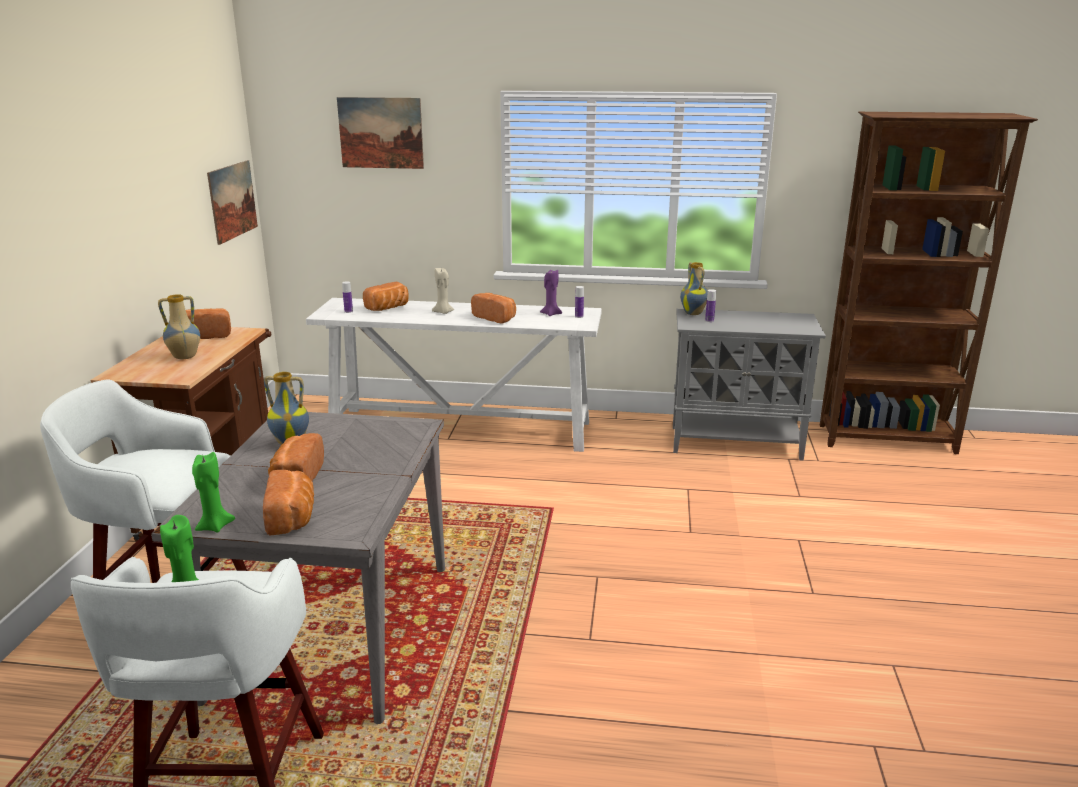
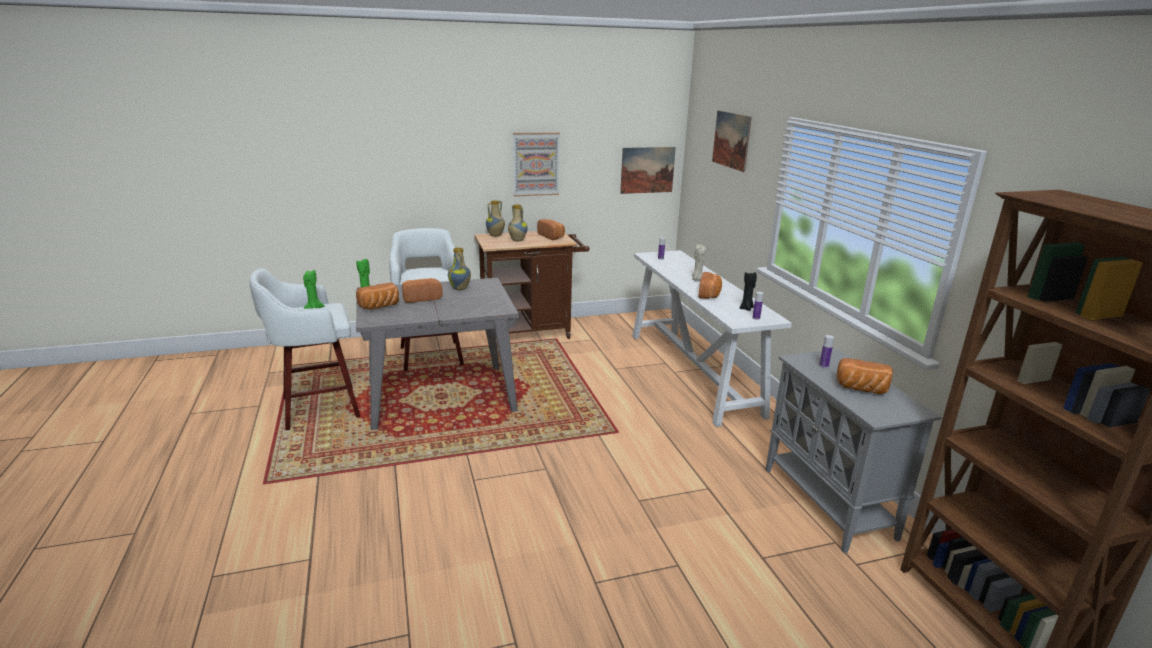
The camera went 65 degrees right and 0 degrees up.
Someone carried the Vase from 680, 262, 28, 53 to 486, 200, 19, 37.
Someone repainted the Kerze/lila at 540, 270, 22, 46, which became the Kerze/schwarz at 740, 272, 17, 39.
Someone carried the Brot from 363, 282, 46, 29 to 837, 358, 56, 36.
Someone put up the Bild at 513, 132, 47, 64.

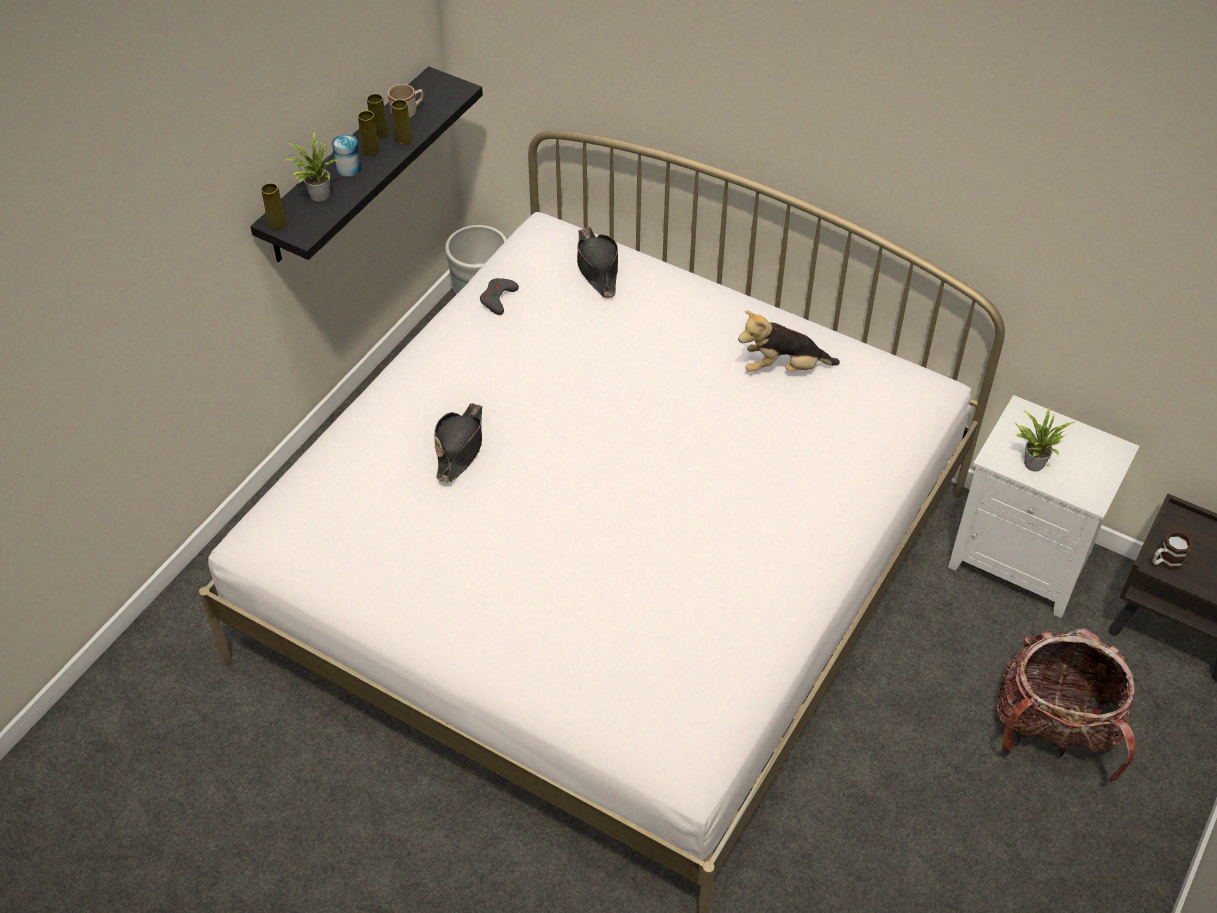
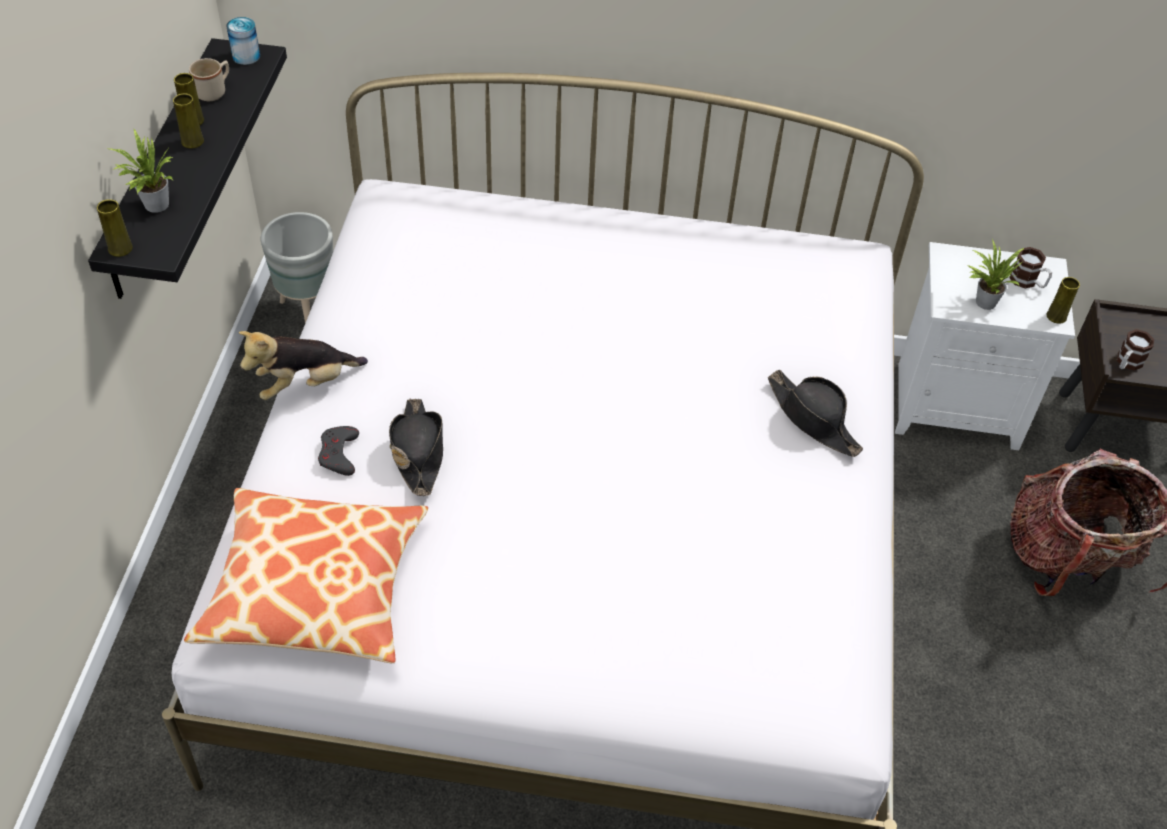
The camera went 25 degrees left and 0 degrees up.
Someone carried the Vase/gelb from 391, 99, 22, 46 to 1047, 277, 33, 47.
Someone carried the Dose from 332, 134, 29, 43 to 226, 17, 34, 48.
Someone carried the Hut/schwarz from 577, 227, 41, 71 to 768, 370, 95, 87.
Someone carried the Gamepad/grau from 480, 278, 39, 37 to 318, 426, 41, 50.
Someone carried the Plüschtier from 738, 311, 102, 61 to 239, 331, 129, 69.
Someone put down the Henkelbecher at 1009, 247, 43, 42.
Someone put down the Kissen at 184, 488, 244, 175.

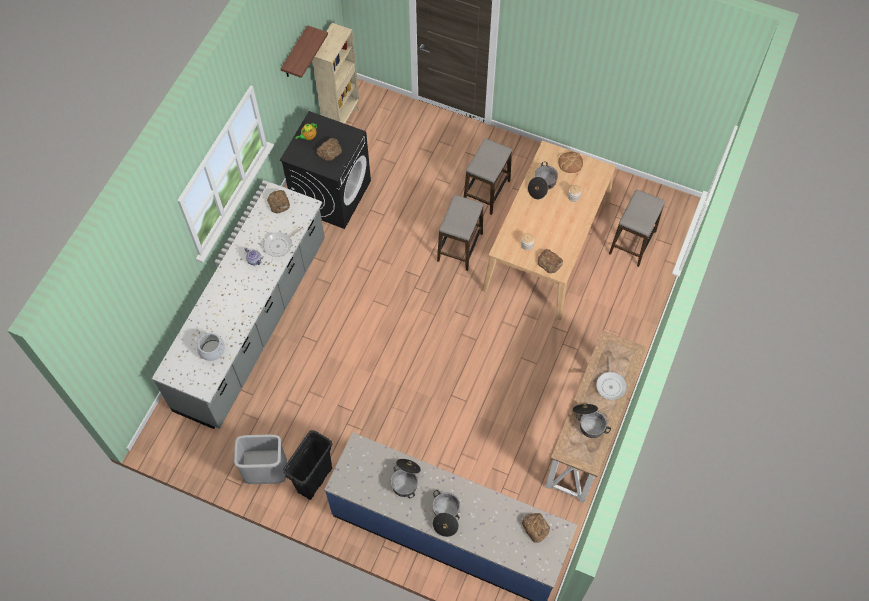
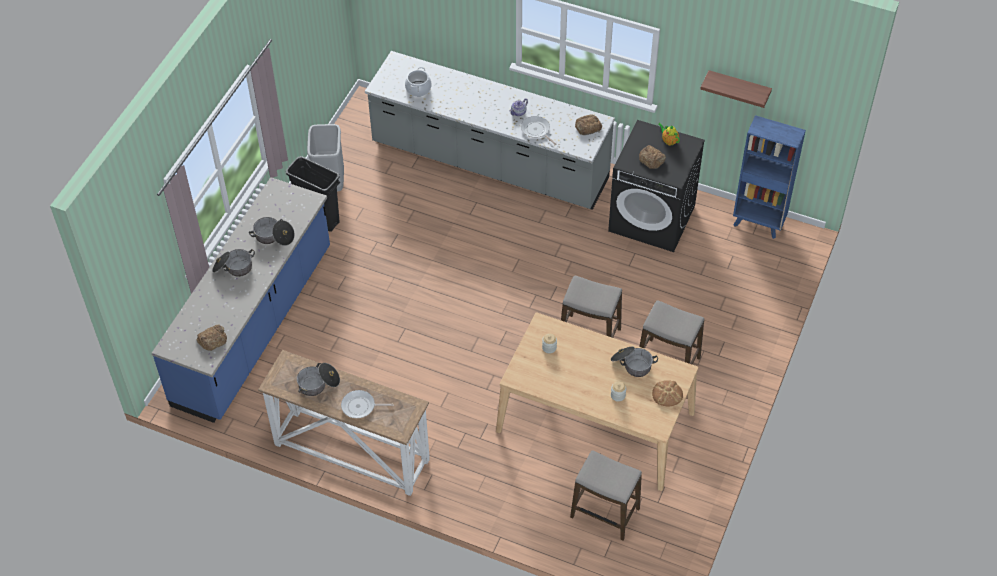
The camera went 90 degrees right and 10 degrees down.
Someone repainted the Bücherregal/beige at 312, 23, 47, 101, which became the Bücherregal/blau at 733, 115, 73, 124.
Someone took away the Brot at 538, 249, 25, 24.

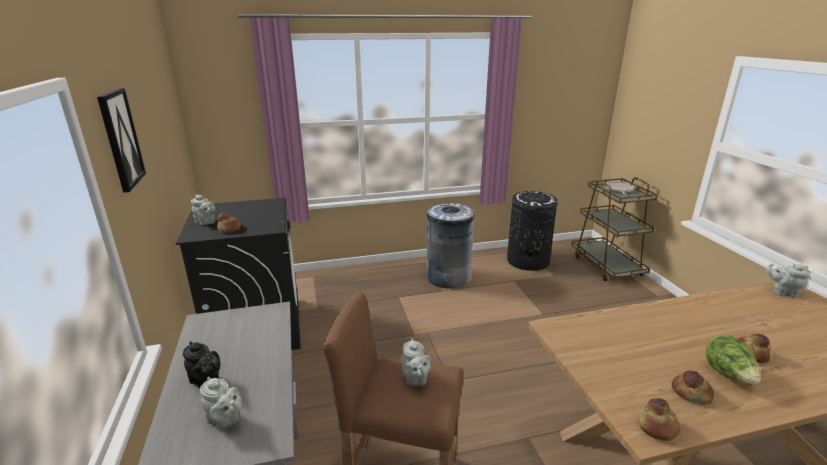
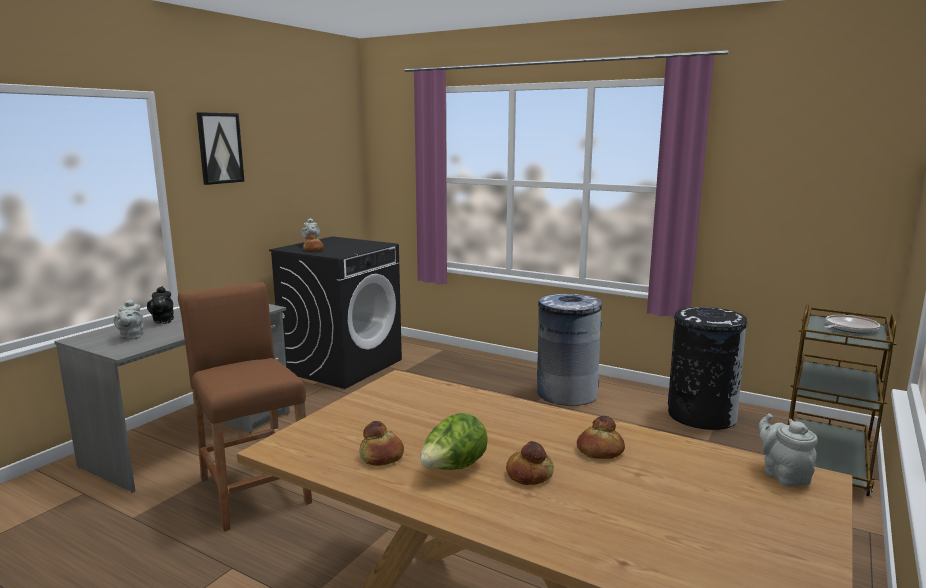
The camera went 45 degrees right and 10 degrees down.
Someone took away the Teekanne/grau at 402, 338, 30, 48.
Someone carried the Brot from 638, 398, 42, 43 to 577, 416, 48, 43.

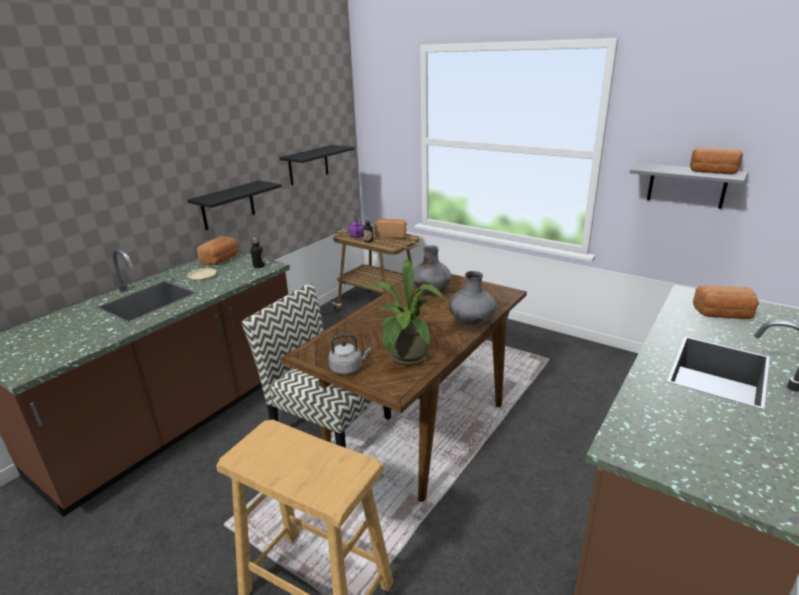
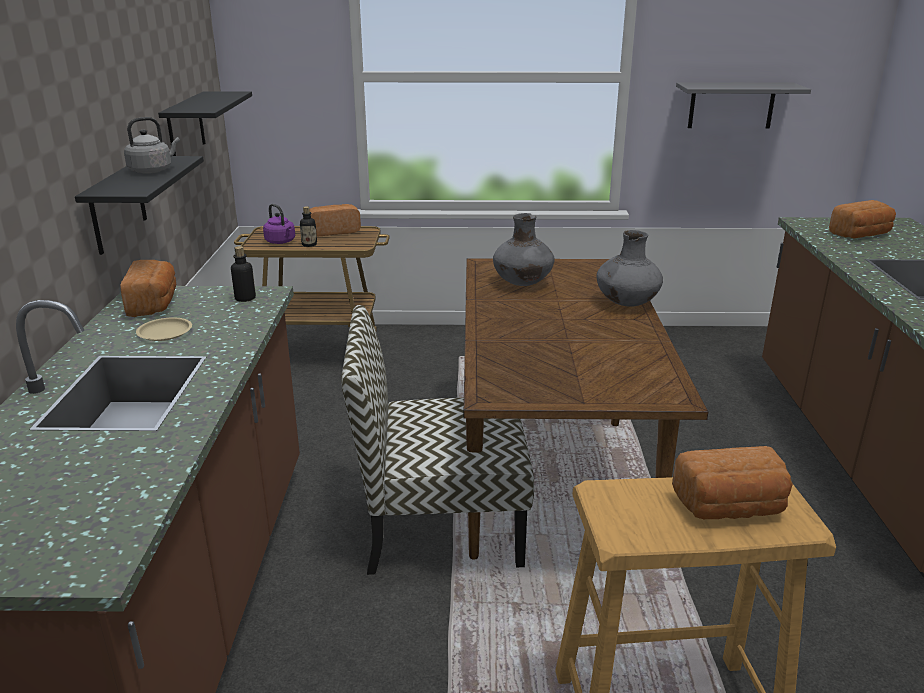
The camera went 35 degrees left and 0 degrees up.
Someone carried the Brot from 690, 148, 53, 26 to 672, 446, 121, 73.
Someone took away the Topfpflanze at 366, 258, 79, 108.
Someone carried the Wasserkessel/grau from 328, 334, 43, 41 to 124, 117, 56, 57.

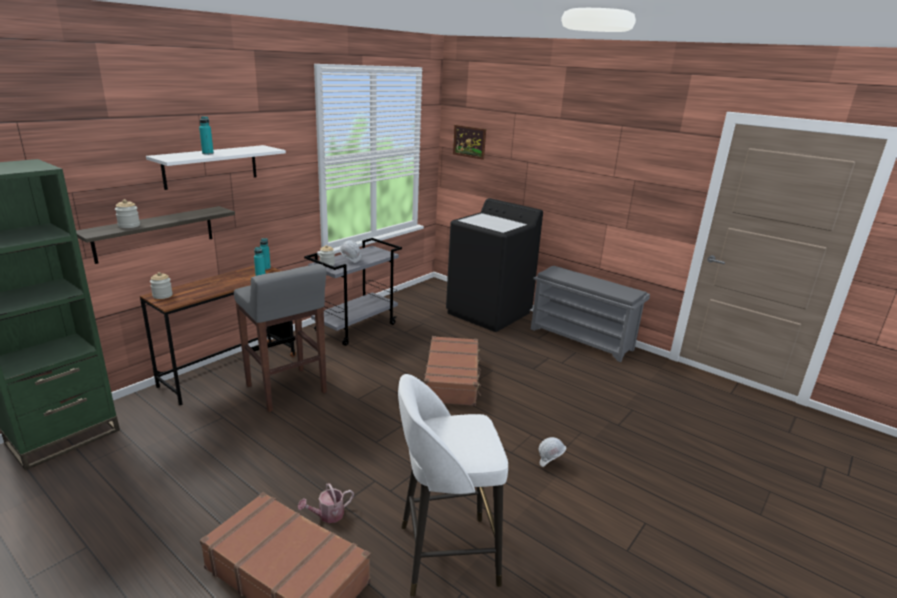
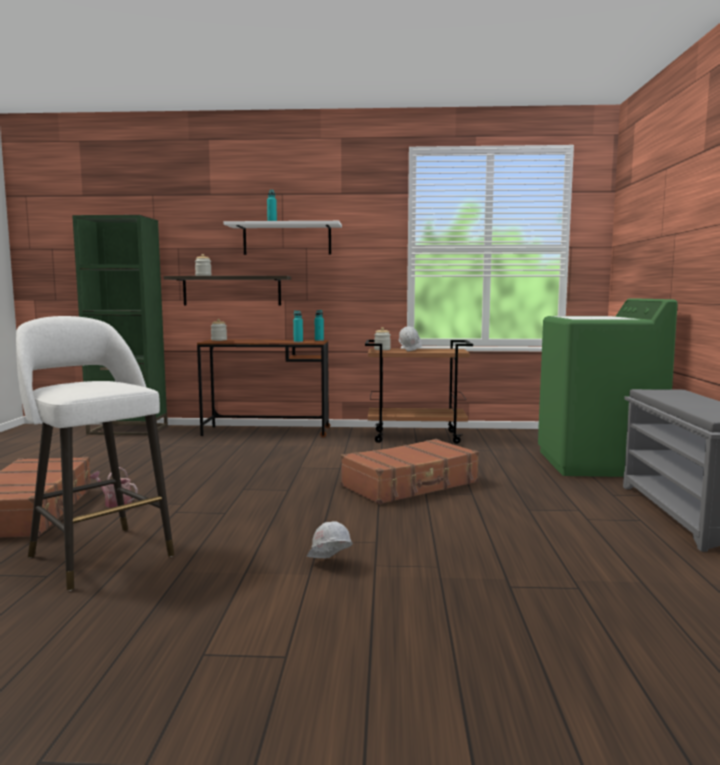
The camera went 55 degrees right and 15 degrees down.
Someone took away the Bild at 453, 125, 33, 35.
Someone repainted the Waschmaschine/schwarz at 446, 198, 97, 134, which became the Waschmaschine/grün at 538, 298, 140, 179.
Someone repainted the Rollwagen/grau at 304, 238, 98, 108, which became the Rollwagen/braun at 365, 340, 108, 104.
Someone took away the Hocker/grau at 234, 264, 93, 148.

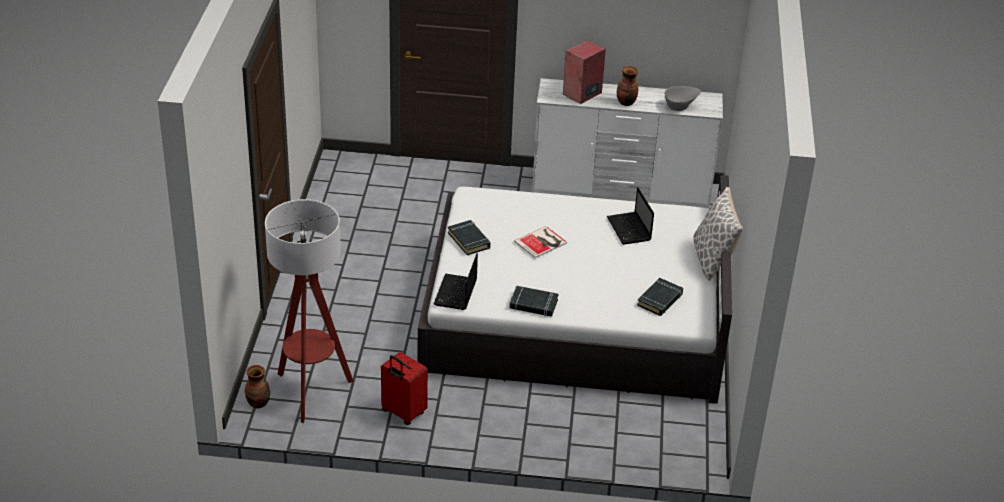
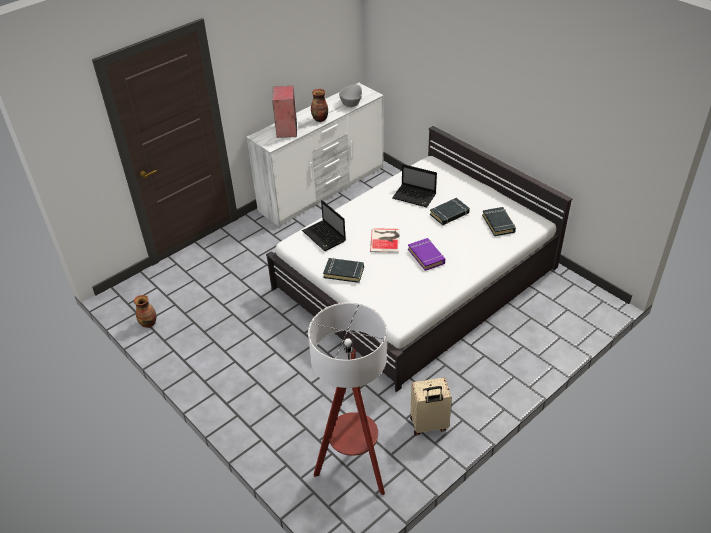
The camera went 45 degrees left and 5 degrees up.
Someone took away the Kissen at 693, 187, 50, 94.
Someone carried the Laptop from 434, 253, 44, 57 to 302, 200, 44, 51.
Someone carried the Buch/schwarz from 509, 286, 49, 31 to 430, 198, 40, 27.
Someone repainted the Koffer/rot at 381, 352, 47, 73, which became the Koffer/beige at 410, 378, 42, 58.
Someone carried the Vase from 245, 365, 25, 43 to 134, 295, 22, 33.
Someone put down the Buch/lila at 408, 238, 37, 33.

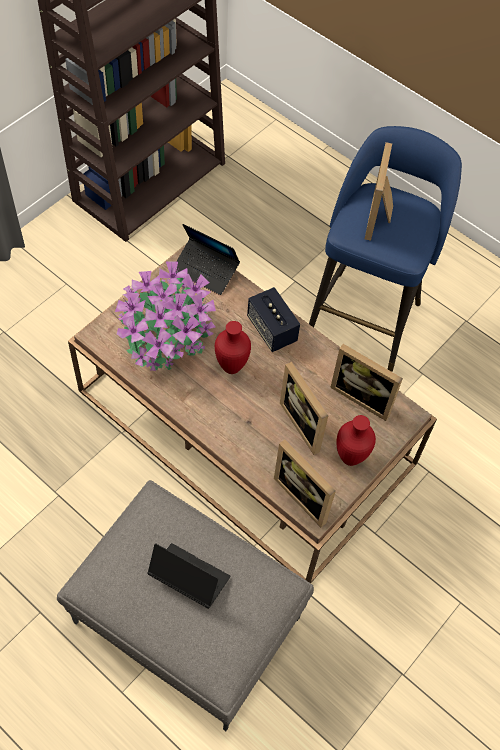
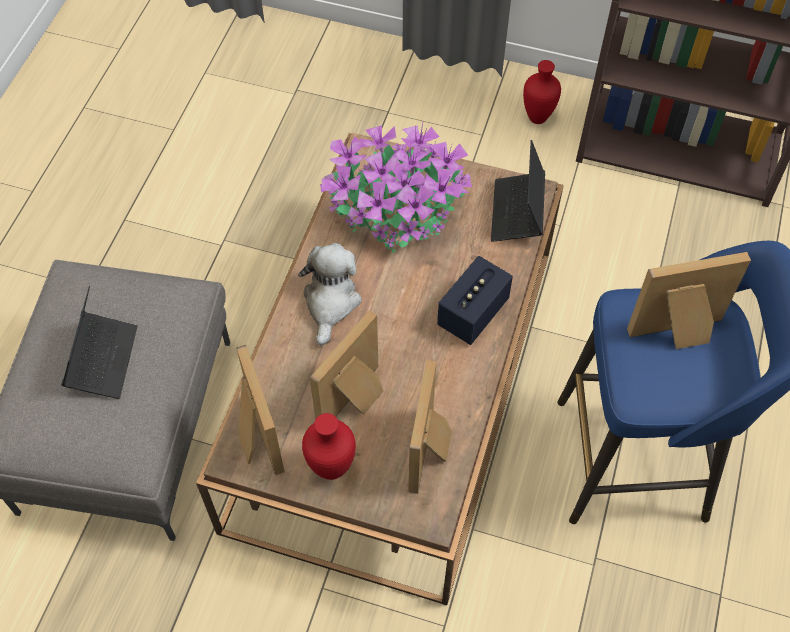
The camera went 70 degrees right and 0 degrees up.
Someone carried the Vase/rot from 215, 321, 36, 53 to 523, 60, 38, 64.
Someone rotated the Bilderrahmen at 274, 440, 62, 87 by 135 degrees clockwise.
Someone put down the Plüschtier at 298, 243, 64, 103.

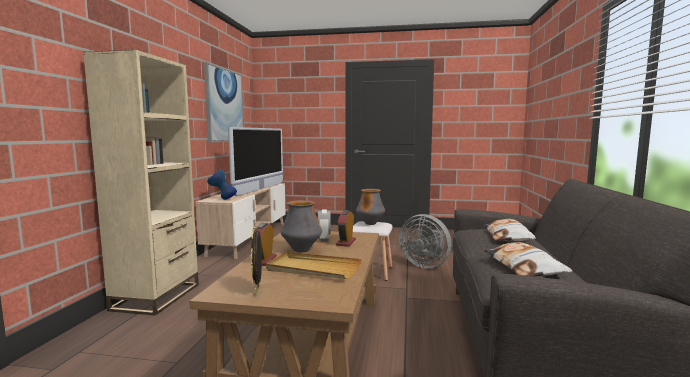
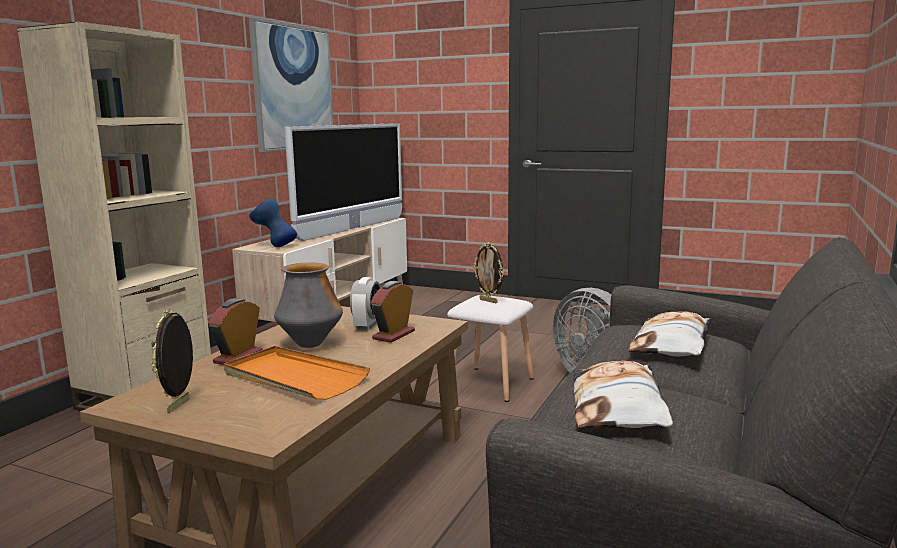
The camera went 15 degrees right and 5 degrees up.
Someone swapped the Vase at 356, 189, 29, 36 for the Bilderrahmen at 473, 242, 31, 61.
Someone repainted the Tablett/beige at 266, 252, 96, 27, which became the Tablett/orange at 224, 346, 146, 54.

